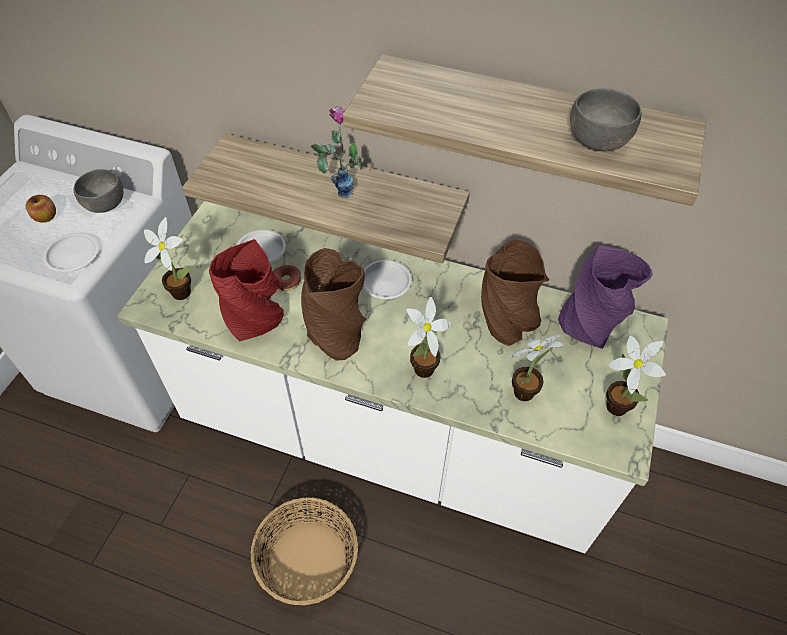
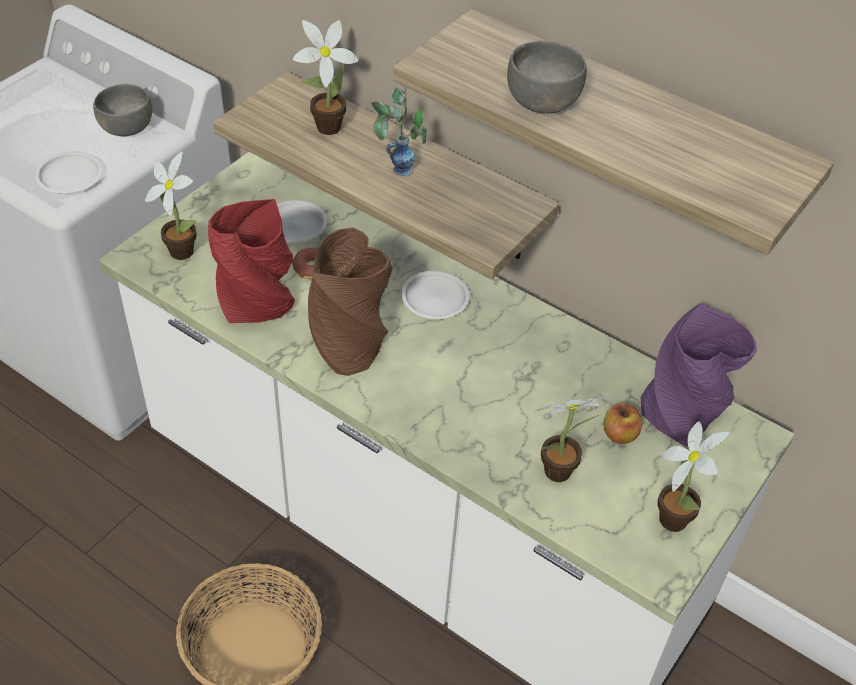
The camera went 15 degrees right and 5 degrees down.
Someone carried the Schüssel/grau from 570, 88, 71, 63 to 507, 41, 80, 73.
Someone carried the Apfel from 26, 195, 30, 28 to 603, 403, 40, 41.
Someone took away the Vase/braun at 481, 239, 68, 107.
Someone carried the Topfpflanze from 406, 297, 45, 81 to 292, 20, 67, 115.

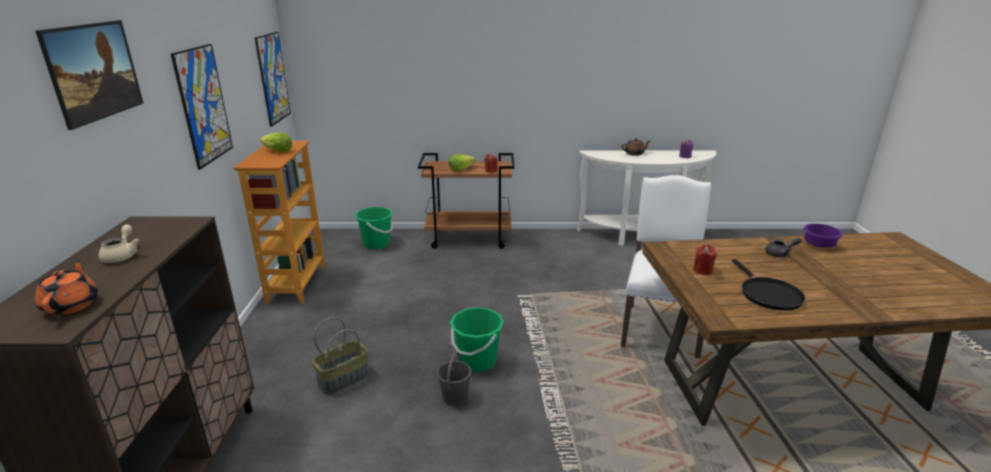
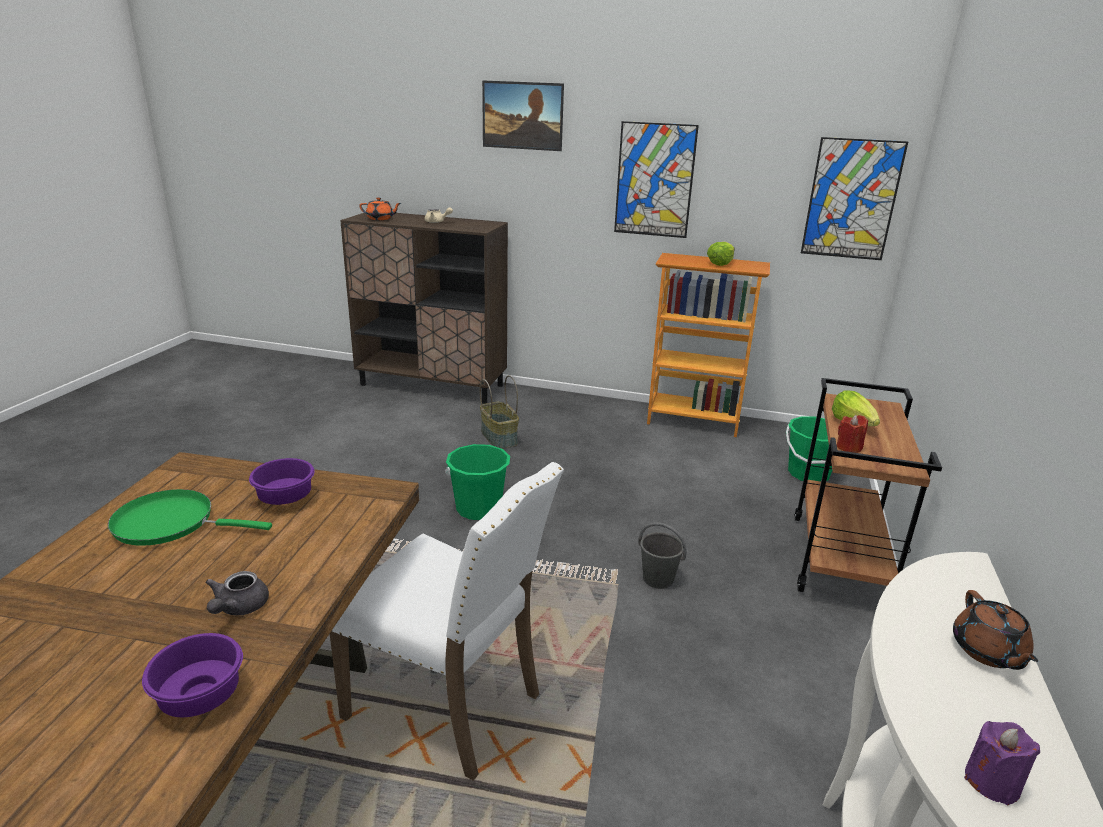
The camera went 105 degrees right and 0 degrees up.
Someone swapped the Kerze/rot at 693, 244, 23, 31 for the Schüssel/lila at 249, 458, 66, 47.
Someone repainted the Pfanne/schwarz at 732, 259, 73, 52, which became the Pfanne/grün at 108, 489, 164, 57.
Someone carried the Eimer/grau from 437, 351, 34, 55 to 638, 522, 49, 67.

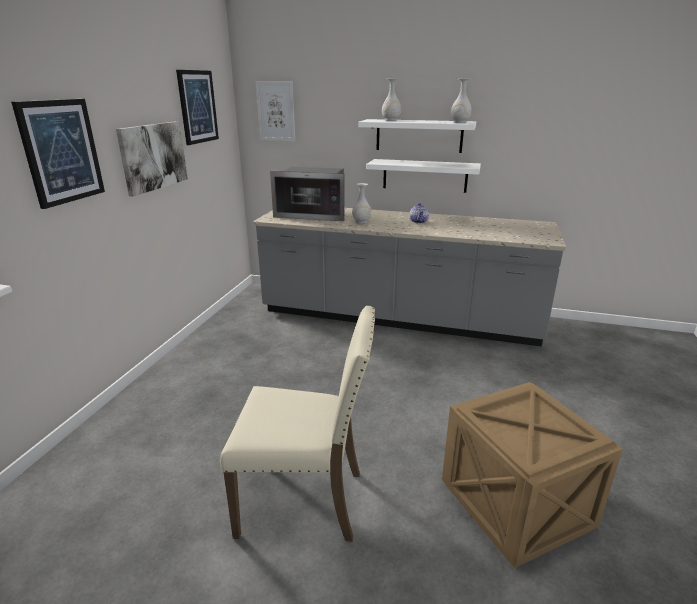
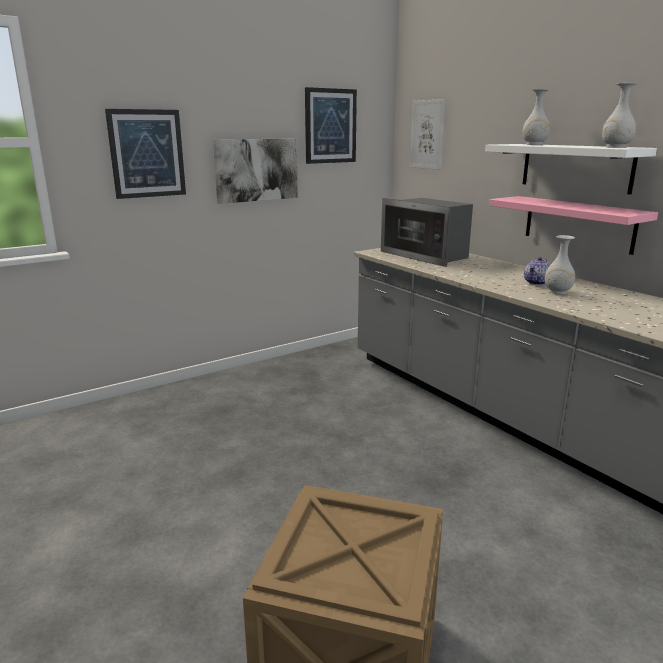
The camera went 40 degrees right and 5 degrees down.
Someone repainted the Wandregal/weiß at 366, 159, 115, 34, which became the Wandregal/rosa at 489, 196, 169, 59.
Someone carried the Vase/weiß from 352, 183, 19, 41 to 544, 235, 31, 60.
Someone took away the Stuhl/beige at 220, 306, 155, 236.

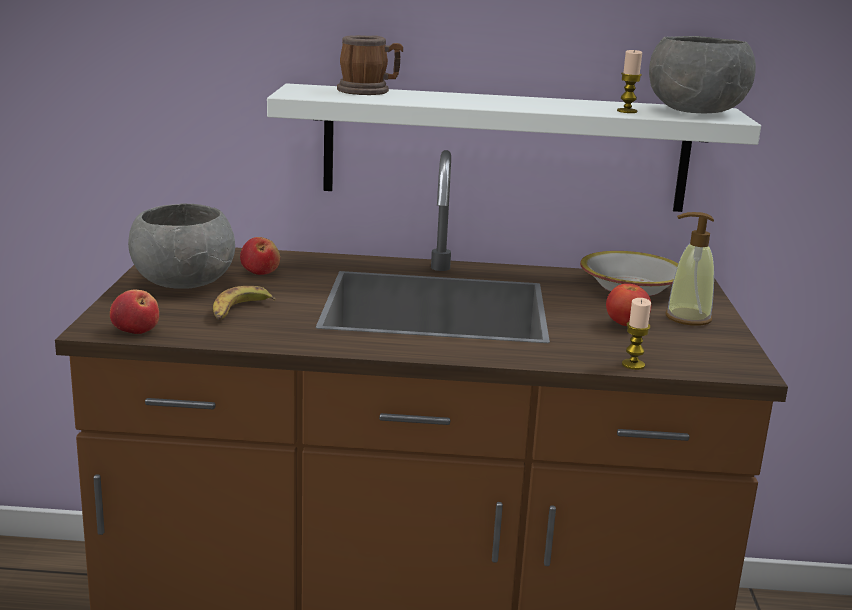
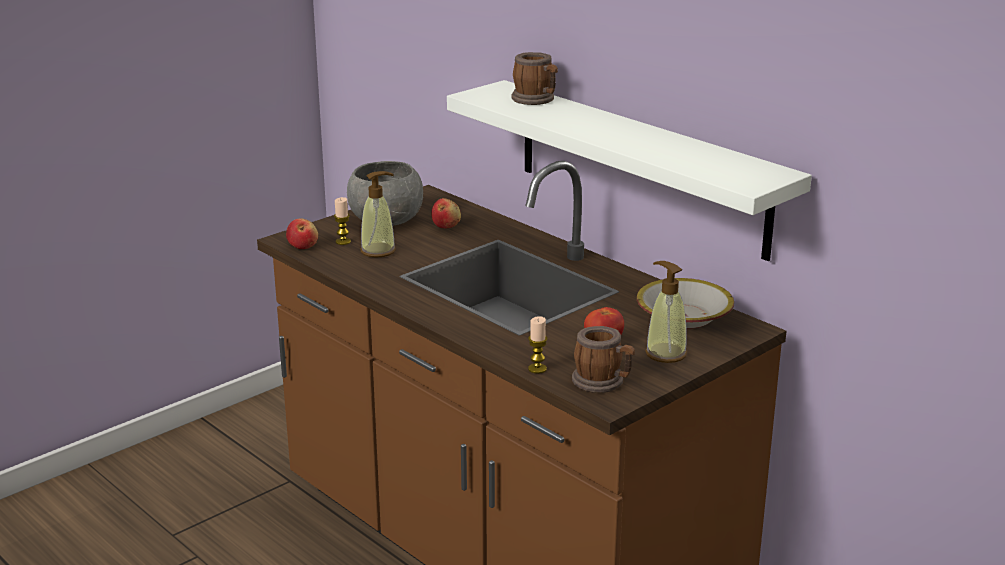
The camera went 45 degrees right and 5 degrees up.
Someone took away the Schüssel/grau at 649, 36, 107, 78.
Someone carried the Kerze from 617, 50, 25, 63 to 334, 197, 17, 48.
Someone swapped the Banane at 213, 286, 62, 35 for the Seifenspender at 360, 171, 36, 87.
Someone put down the Henkelbecher at 572, 326, 63, 67.

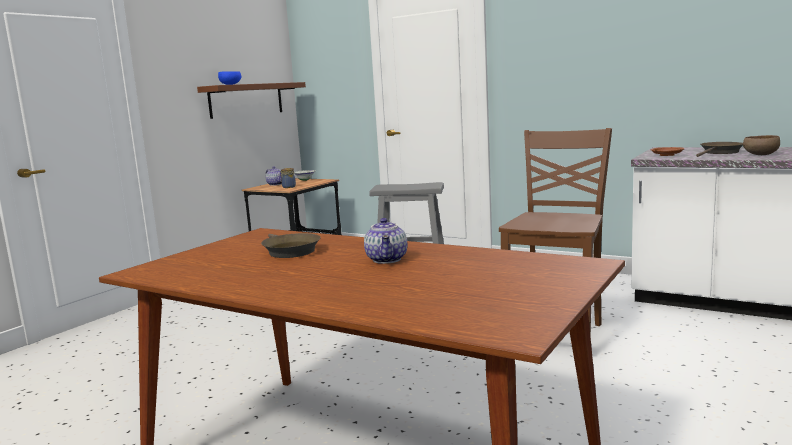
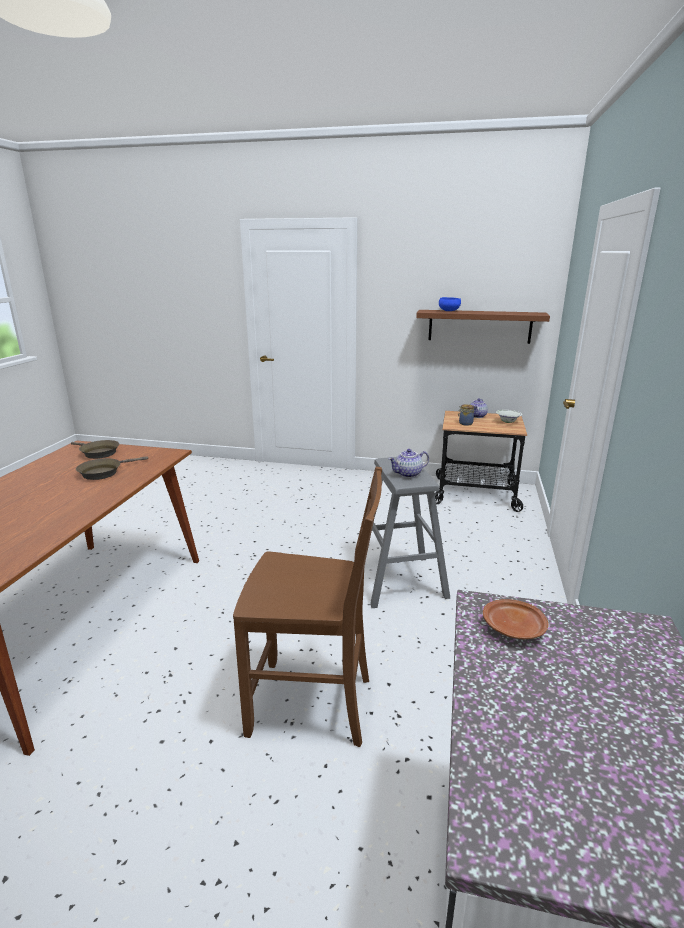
The camera went 70 degrees right and 10 degrees up.
Someone took away the Schüssel/braun at 743, 135, 37, 20.
Someone carried the Pfanne/braun from 696, 142, 47, 15 to 71, 440, 48, 19.
Someone carried the Teekanne from 364, 218, 43, 46 to 388, 449, 41, 29.

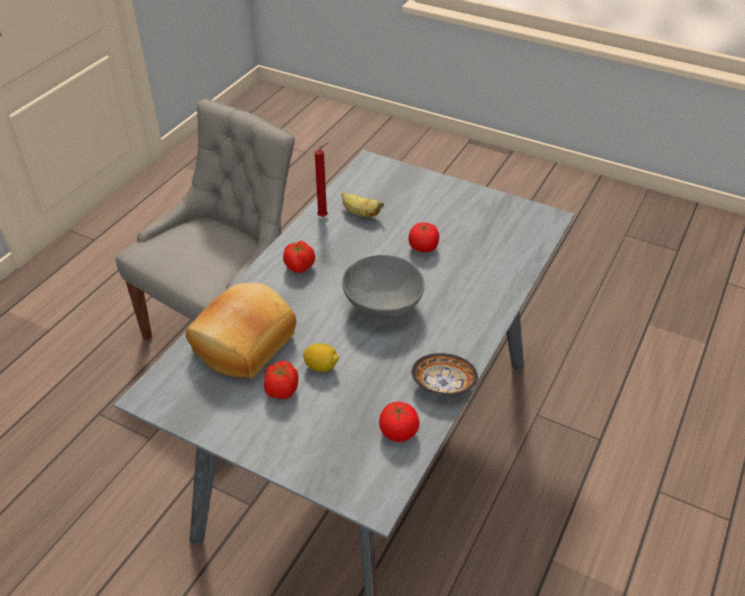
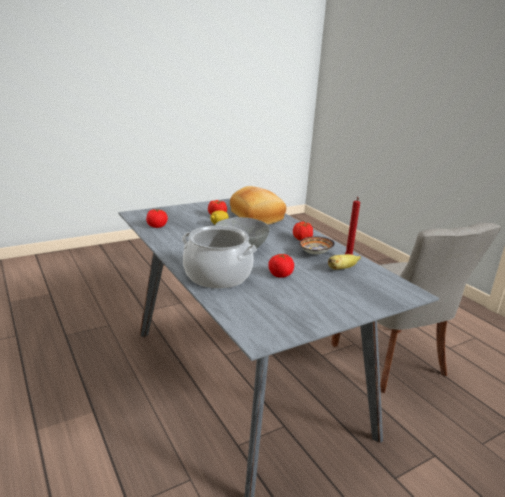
The camera went 120 degrees right and 20 degrees down.
Someone carried the Schüssel from 412, 353, 66, 42 to 299, 236, 35, 18.
Someone put down the Kochtopf at 182, 226, 75, 62.

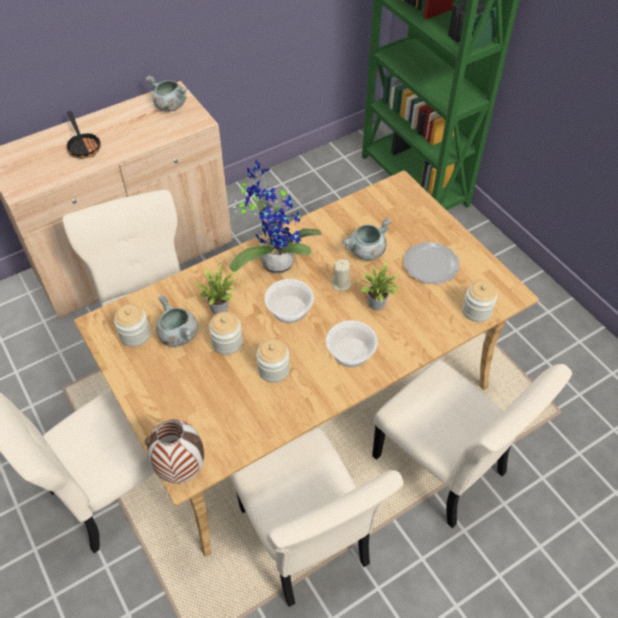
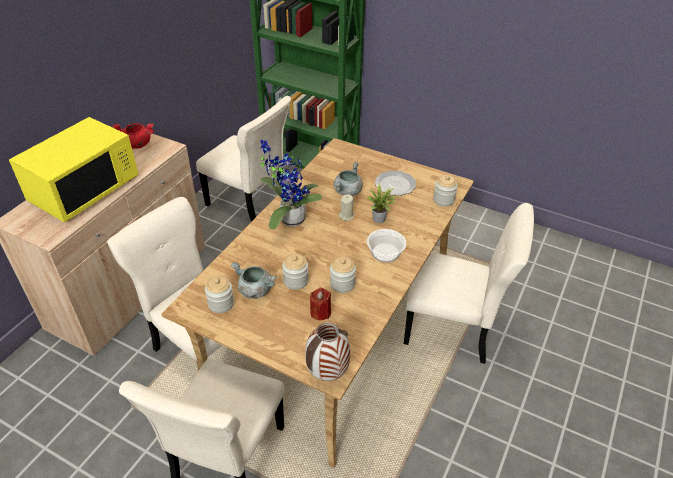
The camera went 30 degrees left and 10 degrees down.
Someone repainted the Kochtopf/grau at 146, 76, 42, 36, which became the Kochtopf/rot at 113, 123, 41, 26.
Someone swapped the Pfanne at 65, 111, 36, 48 for the Mikrowelle/gelb at 9, 117, 130, 105.
Someone took away the Topfpflanze at 194, 263, 43, 52.
Someone took away the Schüssel at 264, 279, 50, 44.
Someone carried the Stuhl/beige from 231, 427, 172, 180 to 196, 96, 95, 126.
Someone put down the Kerze/rot at 310, 288, 21, 32.

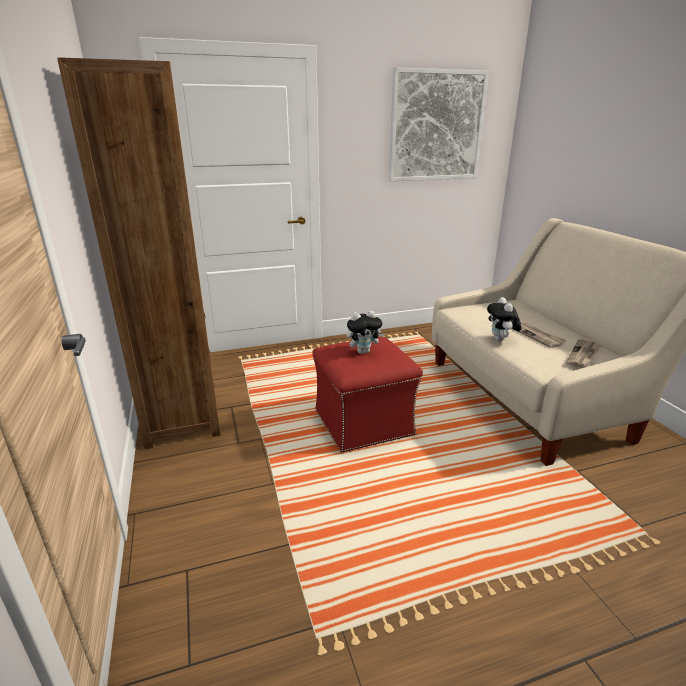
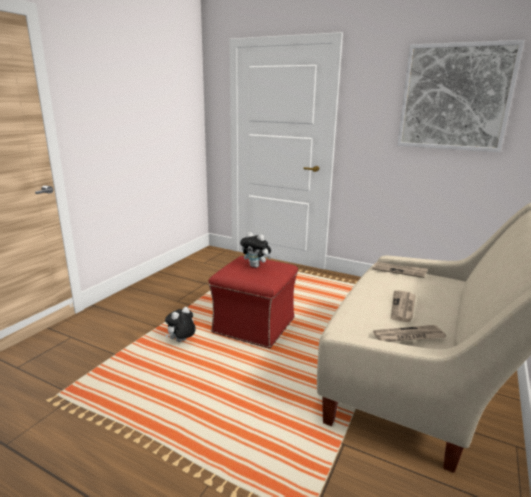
The camera went 45 degrees right and 5 degrees down.
Someone took away the Bücherregal/braun at 57, 57, 163, 392.
Someone carried the Plüschtier from 487, 297, 34, 44 to 165, 307, 31, 35.
Someone put down the Zeitung at 372, 262, 56, 16.

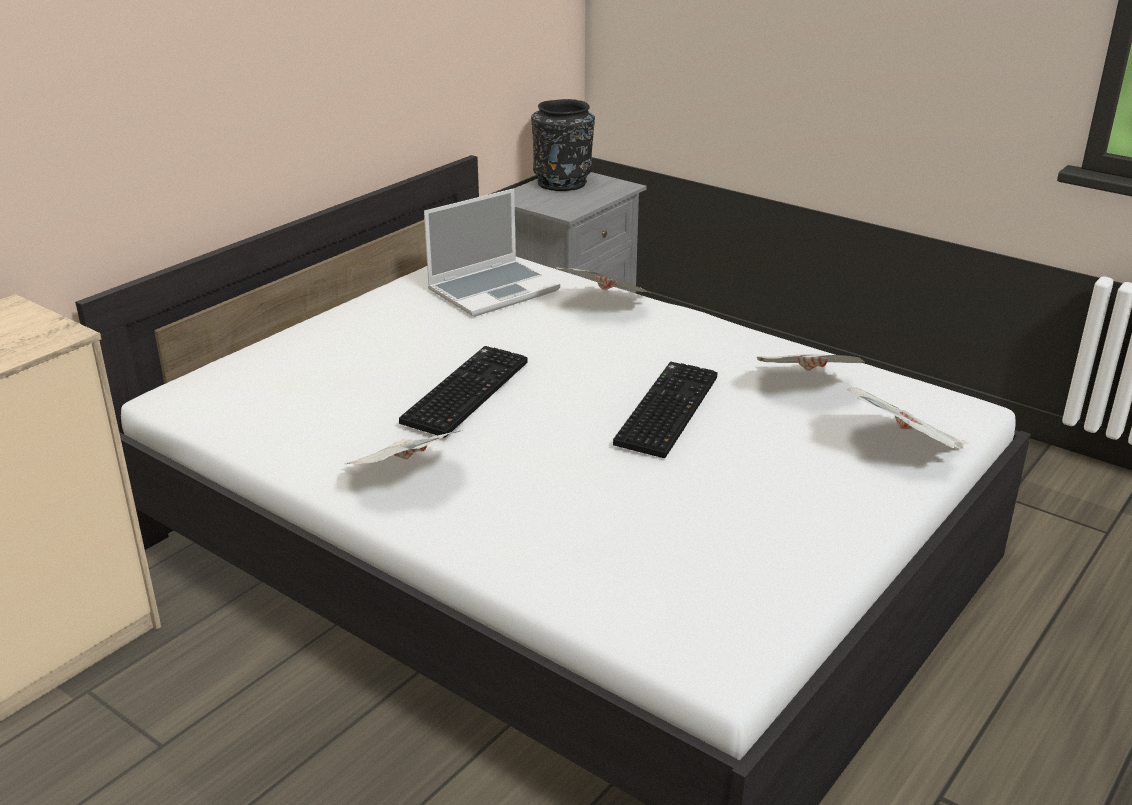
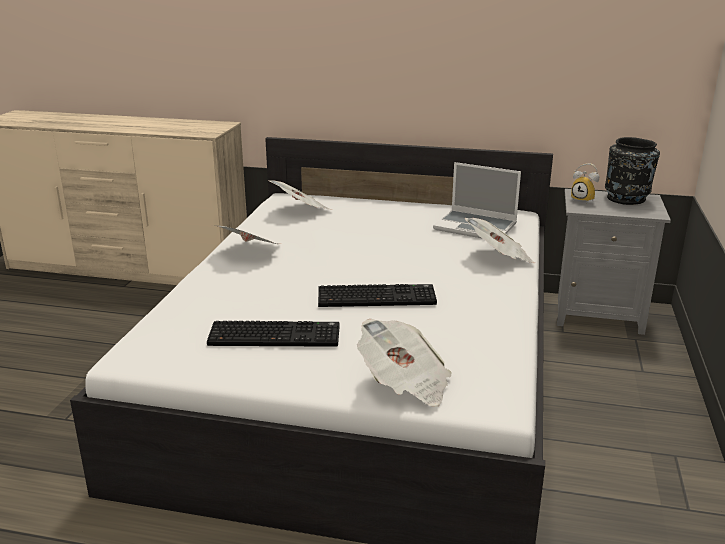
The camera went 65 degrees right and 5 degrees down.
Someone carried the Tastatur from 399, 346, 129, 92 to 207, 321, 133, 26.
Someone carried the Zeitung from 756, 355, 109, 16 to 268, 180, 64, 30.
Someone put down the Wecker at 571, 163, 28, 39.

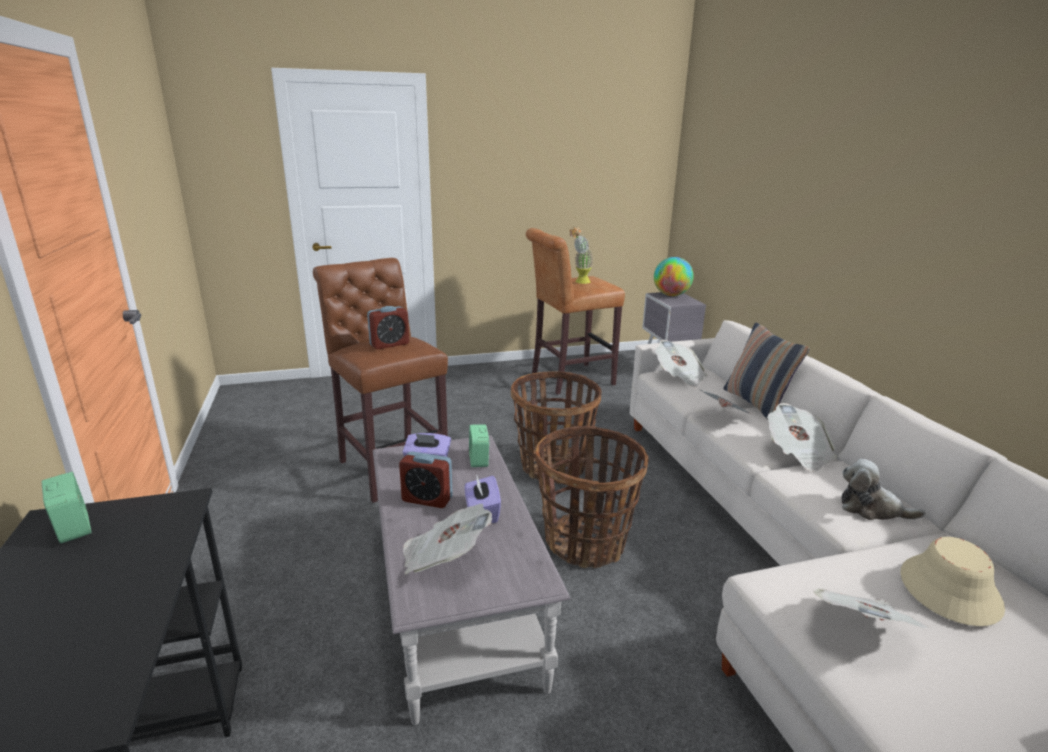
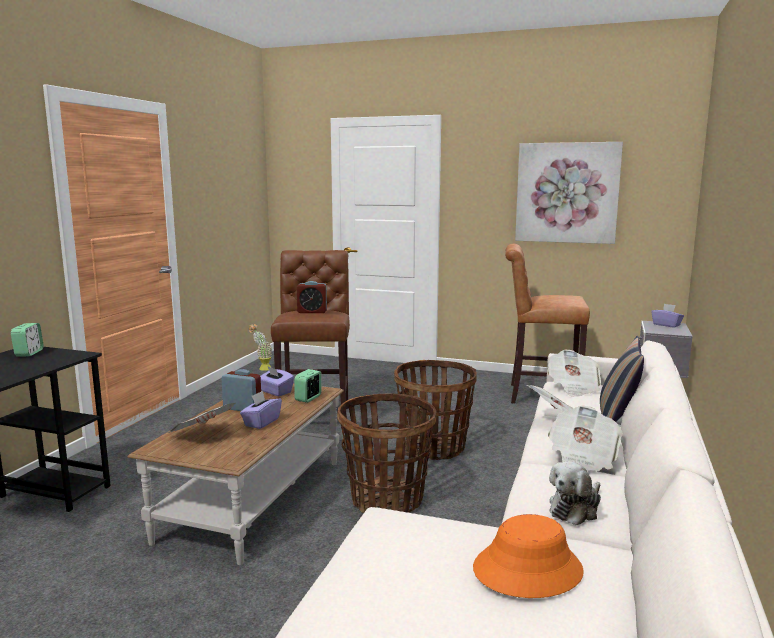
The camera went 35 degrees right and 10 degrees down.
Someone carried the Topfpflanze from 570, 227, 23, 57 to 249, 324, 23, 47.
Someone swapped the Globus at 654, 257, 40, 39 for the Taschentuchbox/lila at 651, 304, 33, 24.
Someone repainted the Couchtisch/grau at 373, 435, 198, 290, which became the Couchtisch/braun at 128, 383, 216, 182.
Someone rotated the Wecker at 399, 451, 54, 57 by 150 degrees clockwise.
Someone rotated the Plüschtier at 841, 459, 84, 61 by 105 degrees counterclockwise.
Someone repainted the Hut/beige at 900, 537, 105, 89, which became the Hut/orange at 473, 514, 111, 84.
Someone took away the Zeitung at 814, 588, 115, 40.
Someone put up the Bild at 515, 142, 108, 102.

